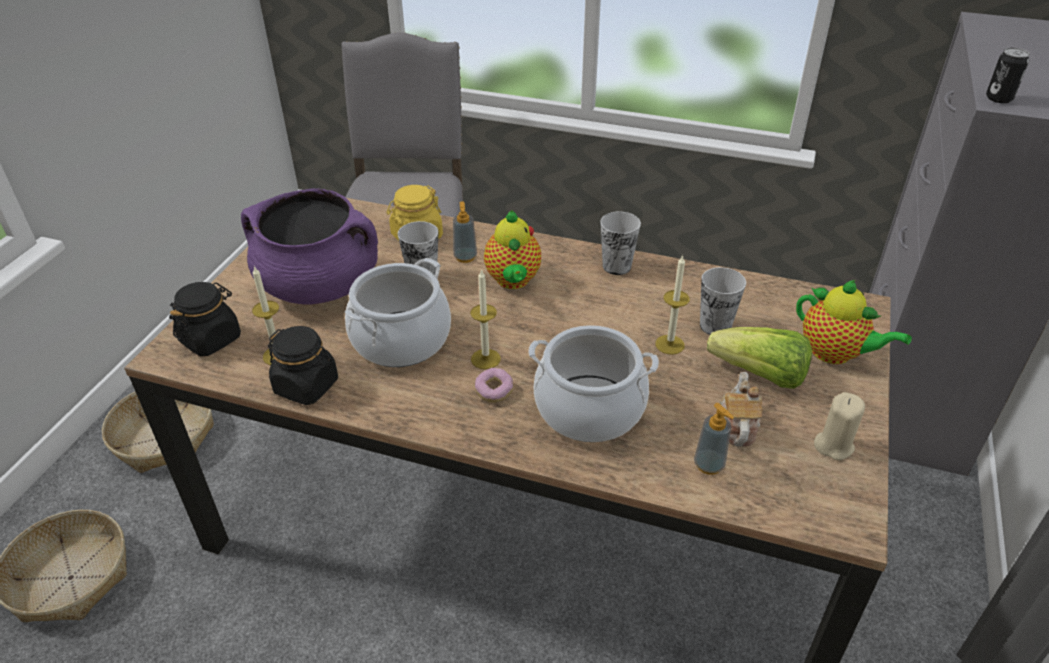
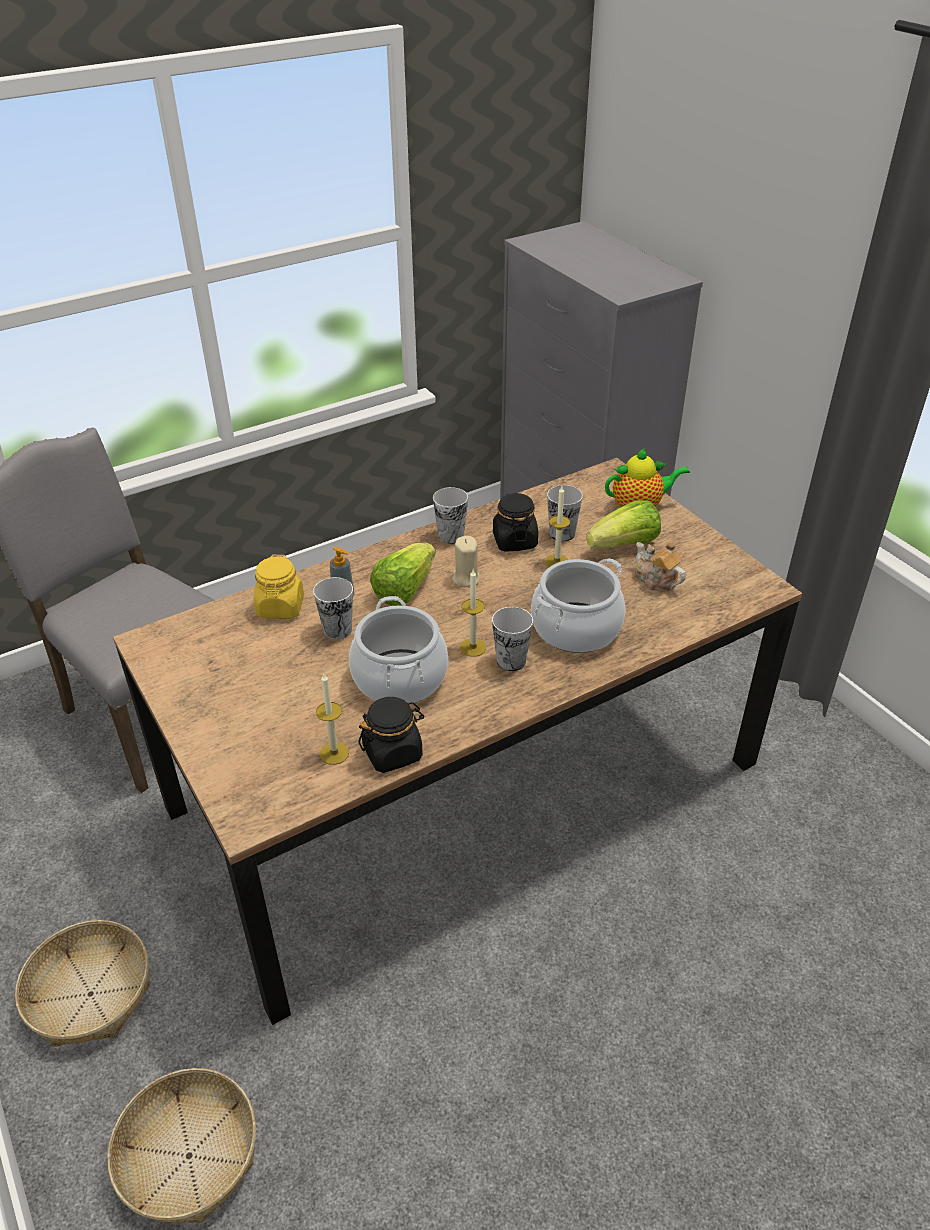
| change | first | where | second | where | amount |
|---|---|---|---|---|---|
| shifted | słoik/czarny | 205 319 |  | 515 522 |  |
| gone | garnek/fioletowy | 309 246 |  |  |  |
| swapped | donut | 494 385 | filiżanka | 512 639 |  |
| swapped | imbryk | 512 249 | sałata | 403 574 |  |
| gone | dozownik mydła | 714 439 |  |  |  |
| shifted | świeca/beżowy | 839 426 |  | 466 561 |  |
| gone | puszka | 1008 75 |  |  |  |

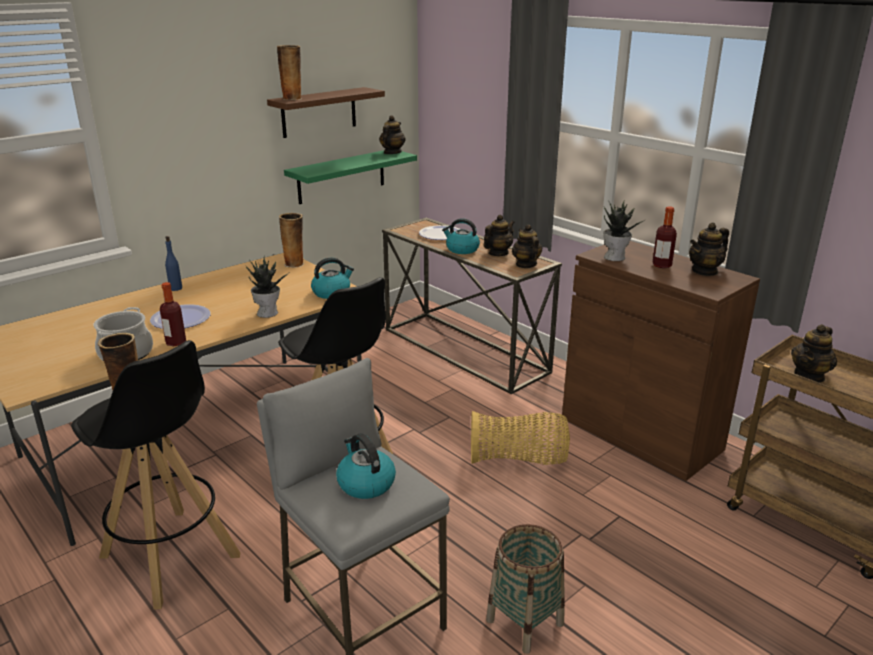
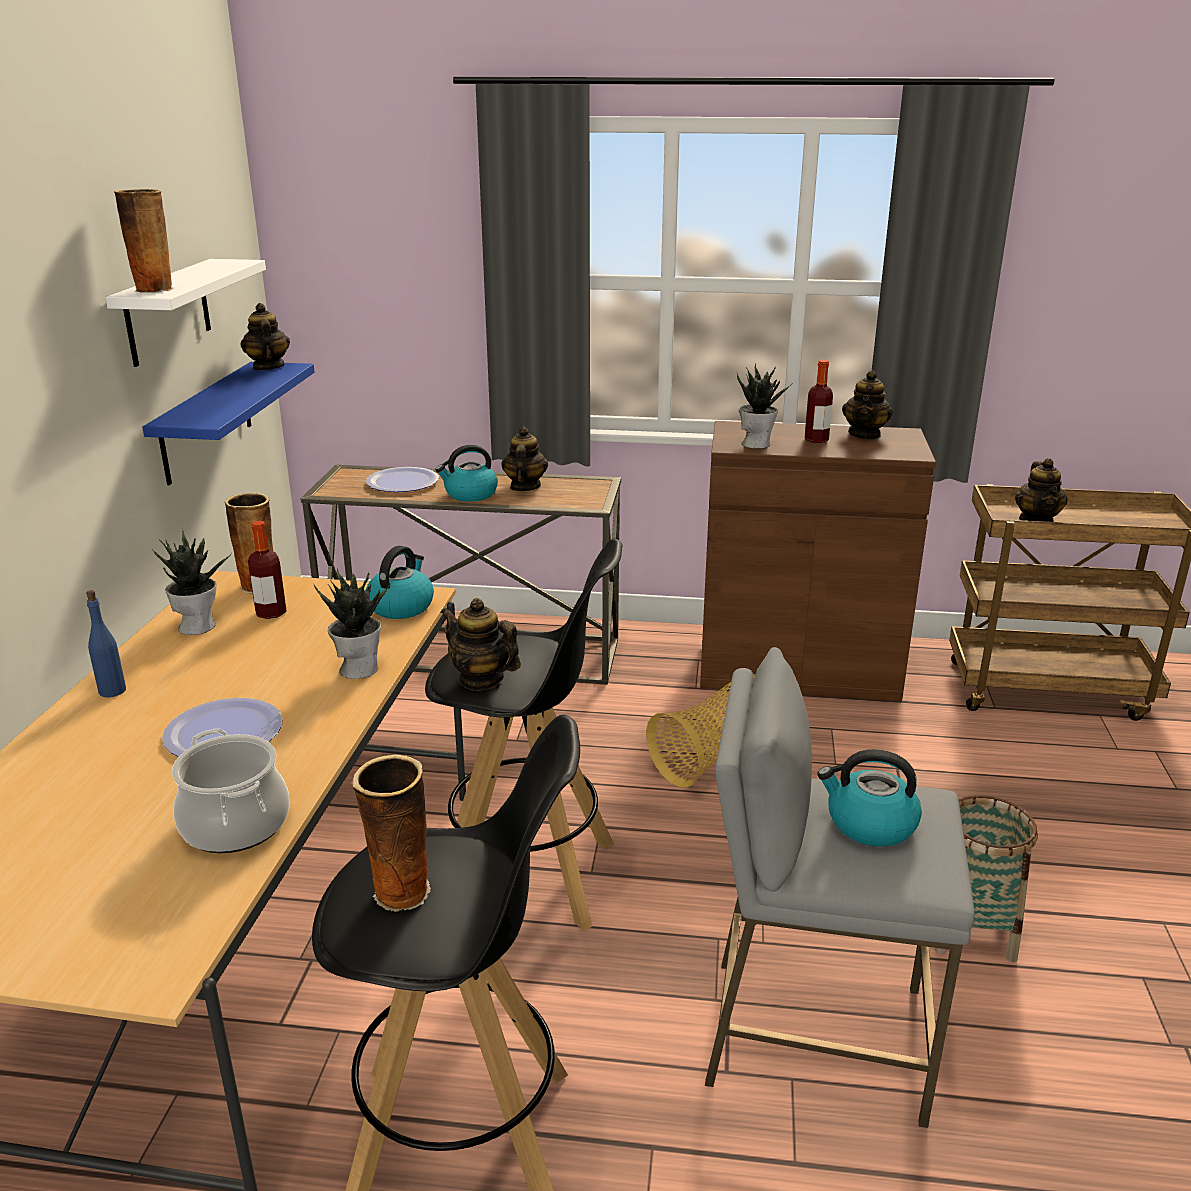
| change | first | where | second | where | amount |
|---|---|---|---|---|---|
| shifted | butelka | 173 314 |  | 267 570 |  |
| repainted | półka/brązowy | 326 112 | półka/biały | 185 313 |  |
| repainted | półka/zielony | 350 177 | półka/niebieski | 228 423 |  |
| shifted | imbryk | 527 246 |  | 480 644 |  |
| new |  |  | roślina doniczkowa | 192 583 |  |

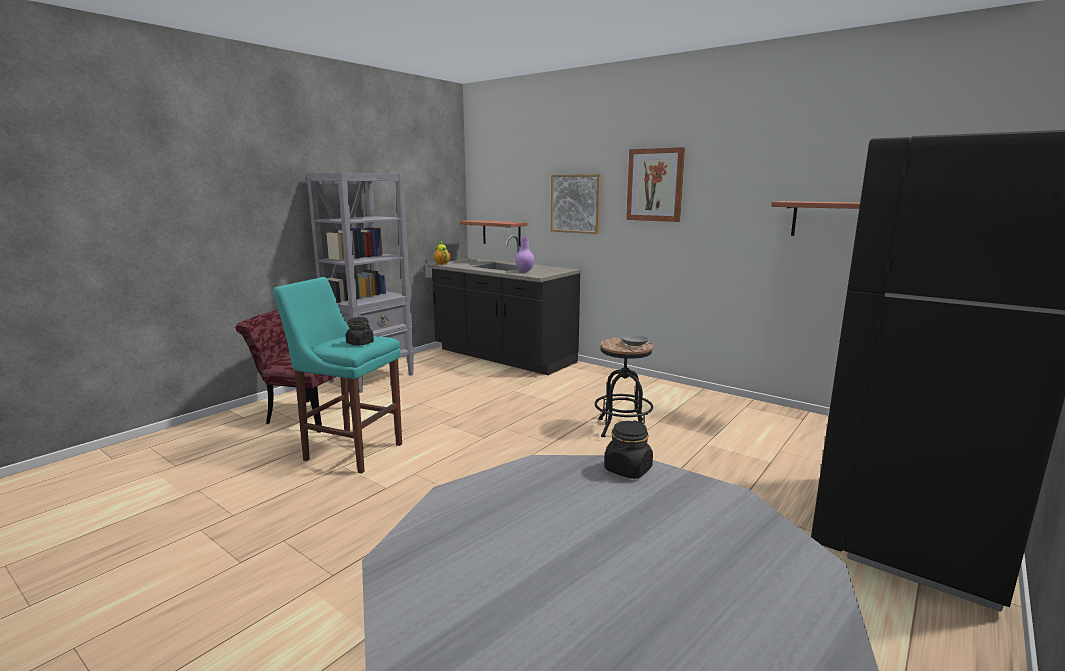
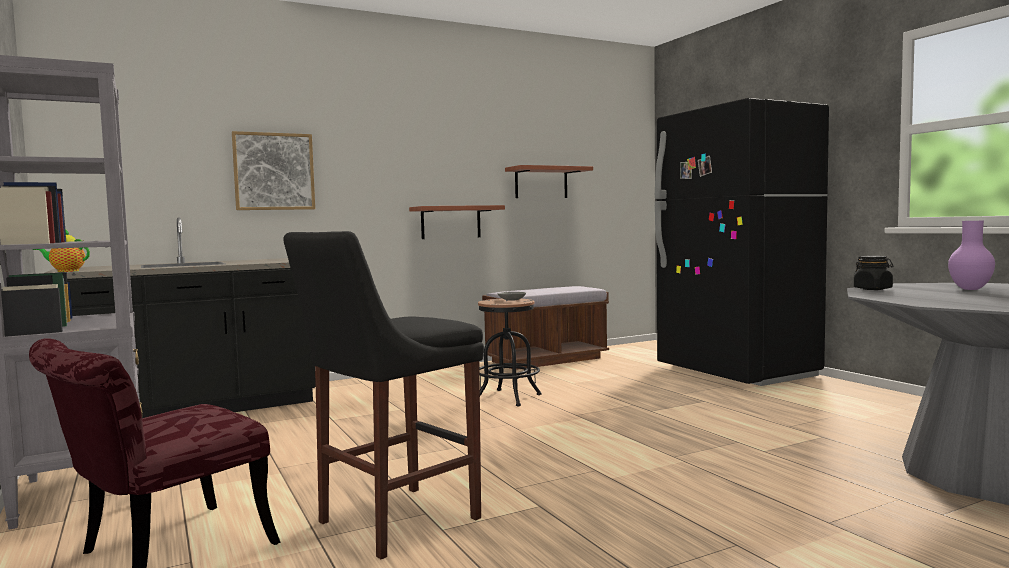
| change | first | where | second | where | amount |
|---|---|---|---|---|---|
| repainted | stołek/turkusowy | 337 375 | stołek/czarny | 383 395 |  |
| gone | słoik/czarny | 360 331 |  |  |  |
| shifted | półka | 494 233 |  | 457 222 |  |
| shifted | wazon/fioletowy | 524 254 |  | 971 255 |  |
| gone | obraz | 655 184 |  |  |  |
| new |  |  | ławka/brązowy | 545 328 |  |

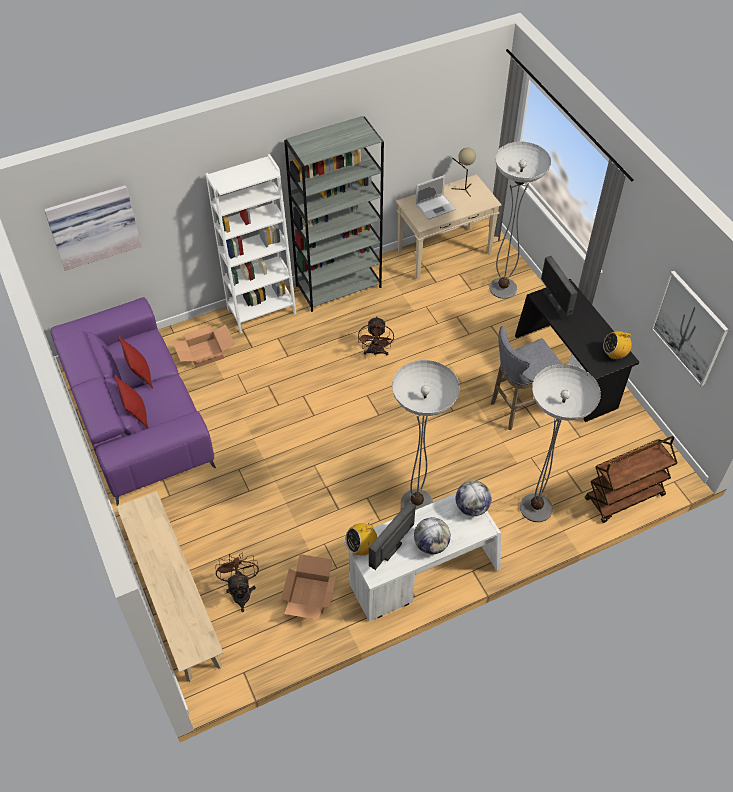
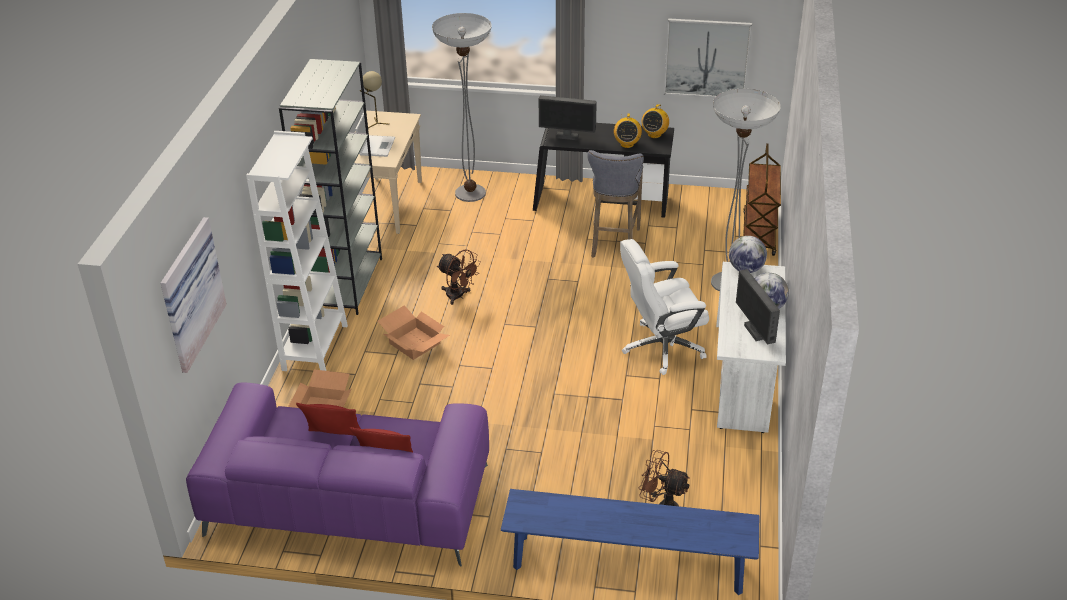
| change | first | where | second | where | amount |
|---|---|---|---|---|---|
| repainted | ławka/beżowy | 170 586 | ławka/niebieski | 630 542 |  |
| shifted | karton | 308 587 |  | 414 332 |  |
| shifted | radio | 361 538 |  | 628 131 |  |
| swapped | lampa stojąca | 426 435 | krzesło biurowe/biały | 664 307 |  |

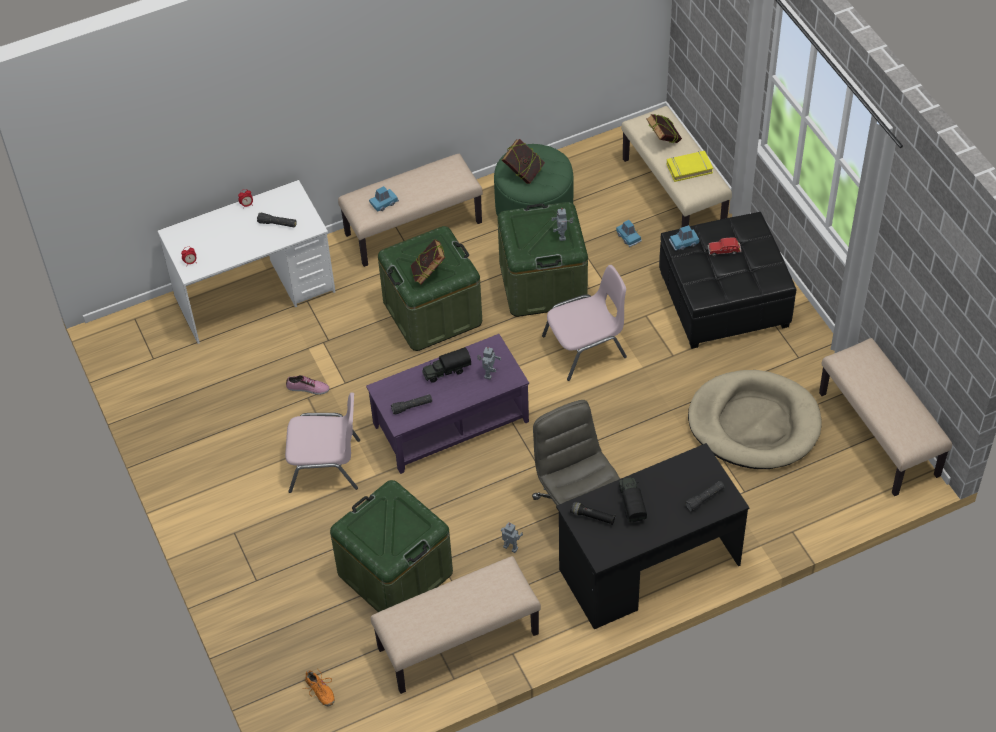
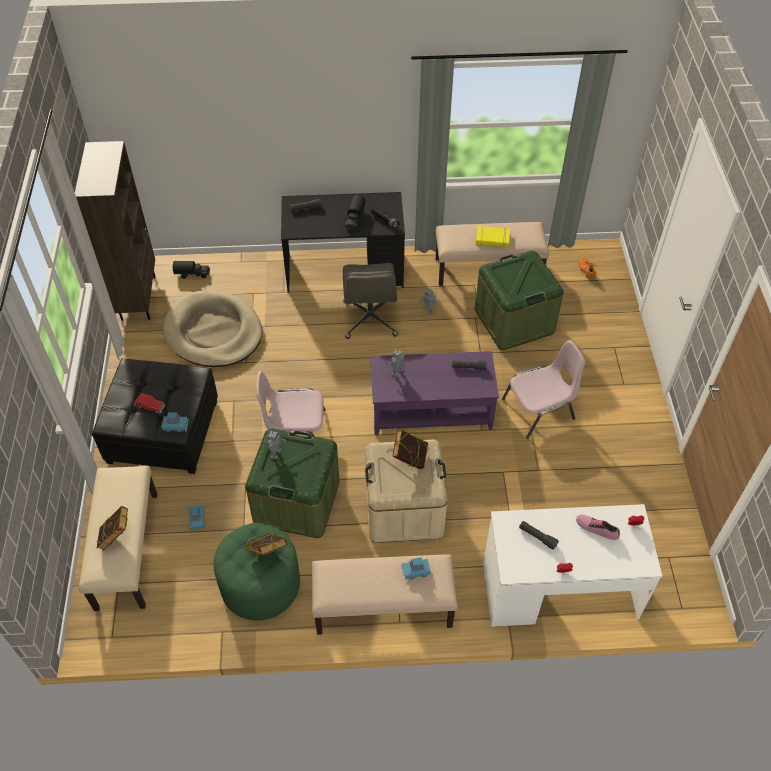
| change | first | where | second | where | amount |
|---|---|---|---|---|---|
| rotated | krzesło/różowy | 322 442 |  | 543 389 | 135 degrees clockwise |
| shifted | but | 307 385 |  | 598 527 |  |
| repainted | pojemnik do przechowywania/zielony | 430 288 | pojemnik do przechowywania/beżowy | 406 491 |  |
| shifted | ciężarówka zabawkowa | 446 365 |  | 191 270 |  |
| shifted | książka/żółty | 690 166 |  | 493 237 |  |
| swapped | ławka/beżowy | 885 417 | regał/brązowy | 115 231 |  |

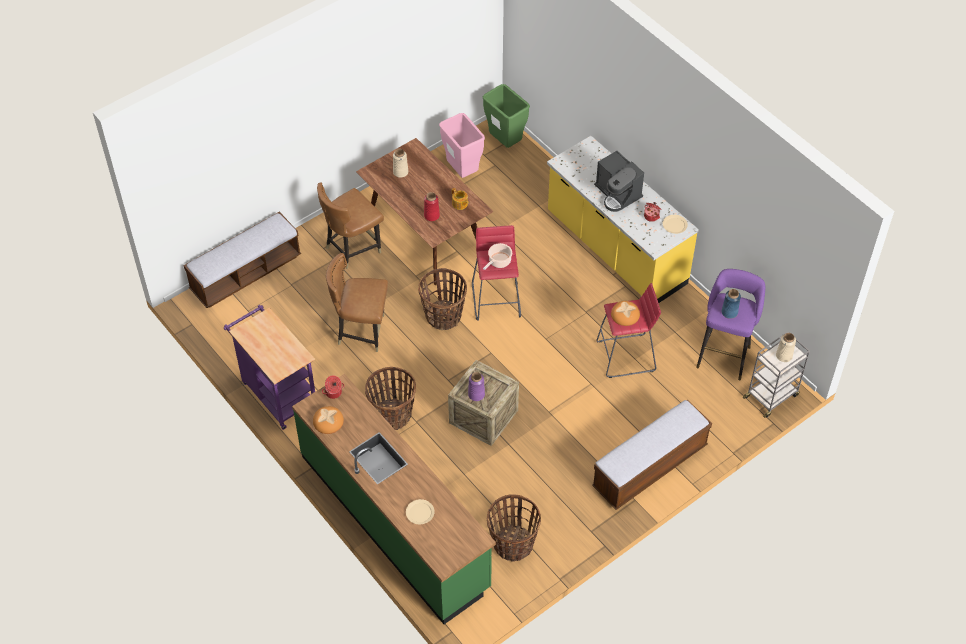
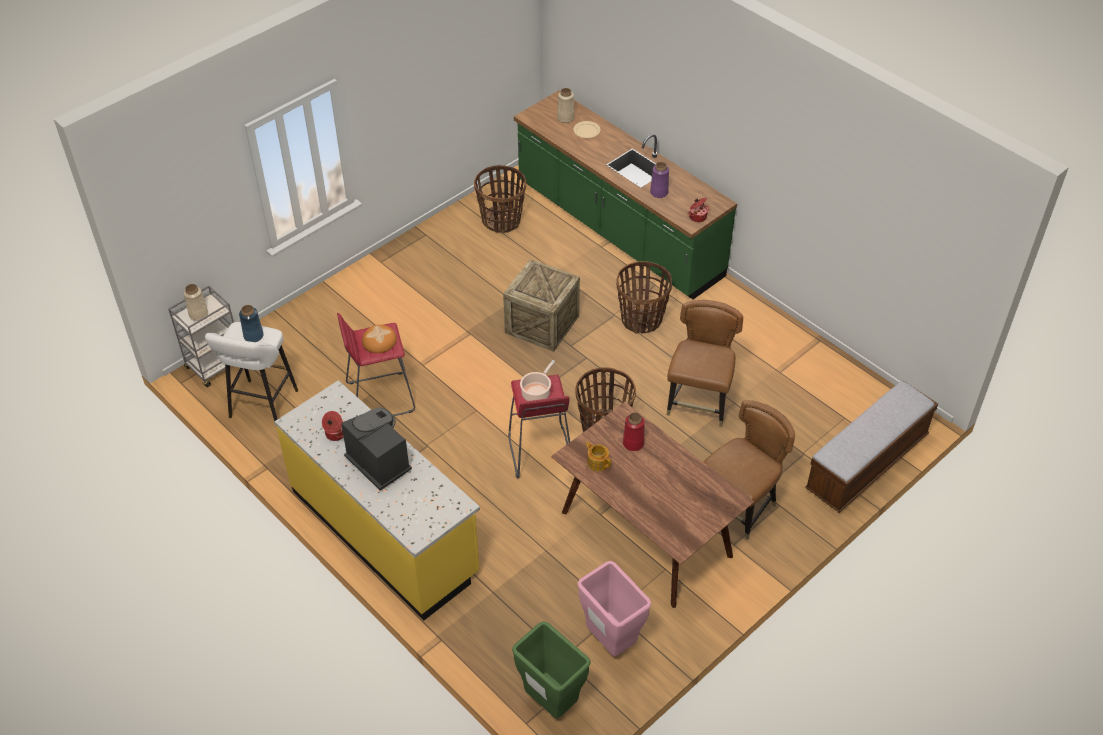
| change | first | where | second | where | amount |
|---|---|---|---|---|---|
| gone | wózek/fioletowy | 269 367 |  |  |  |
| gone | chleb | 328 420 |  |  |  |
| rotated | krzesło/brązowy | 357 302 |  | 704 363 | 75 degrees counterclockwise |
| shifted | wazon/beżowy | 400 163 |  | 565 105 |  |
| shifted | wazon/fioletowy | 476 386 |  | 659 180 |  |
| gone | ławka | 652 455 |  |  |  |
| gone | talerz/beżowy | 675 224 |  |  |  |
| repainted | stołek/fioletowy | 730 324 | stołek/biały | 251 372 |  |

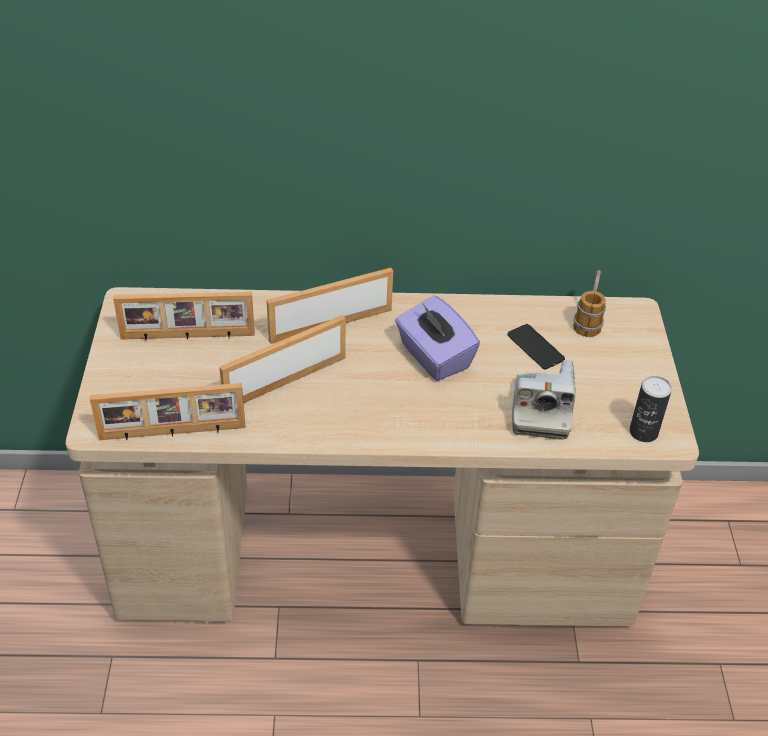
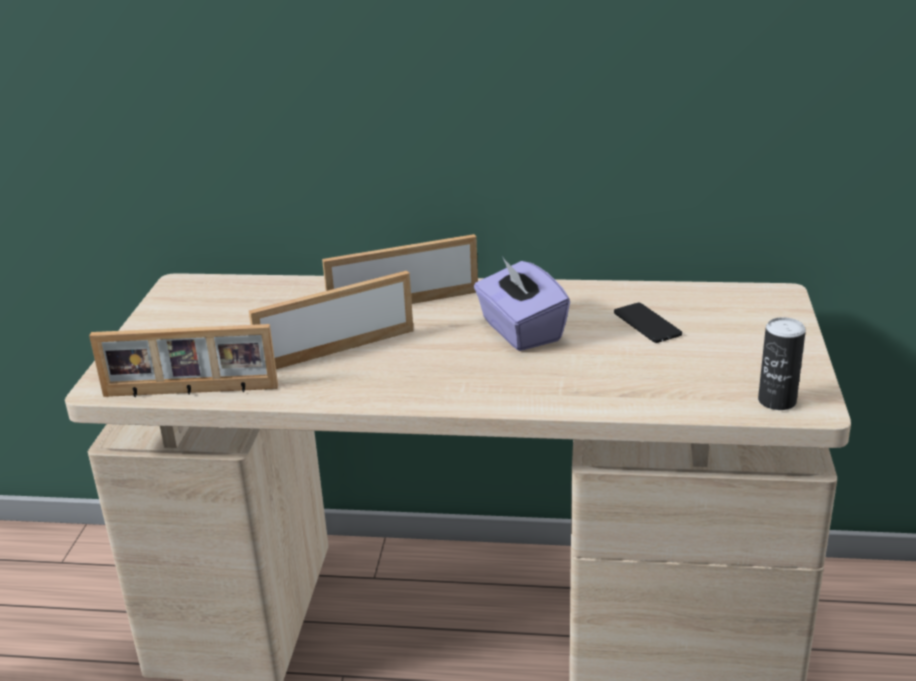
| change | first | where | second | where | amount |
|---|---|---|---|---|---|
| gone | ramka na zdjęcie | 184 316 |  |  |  |
| gone | aparat fotograficzny | 544 400 |  |  |  |
| gone | kubek | 589 303 |  |  |  |

